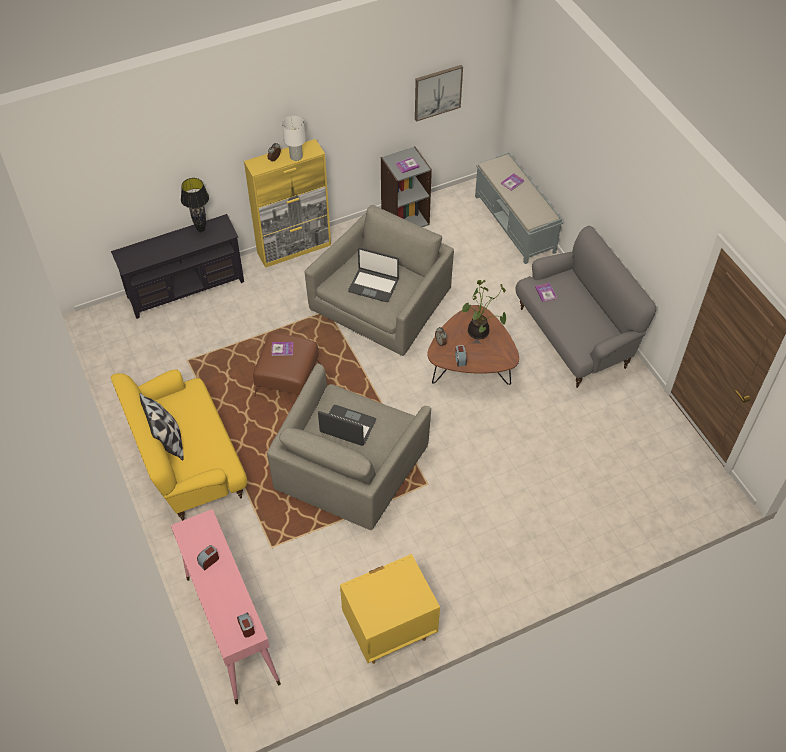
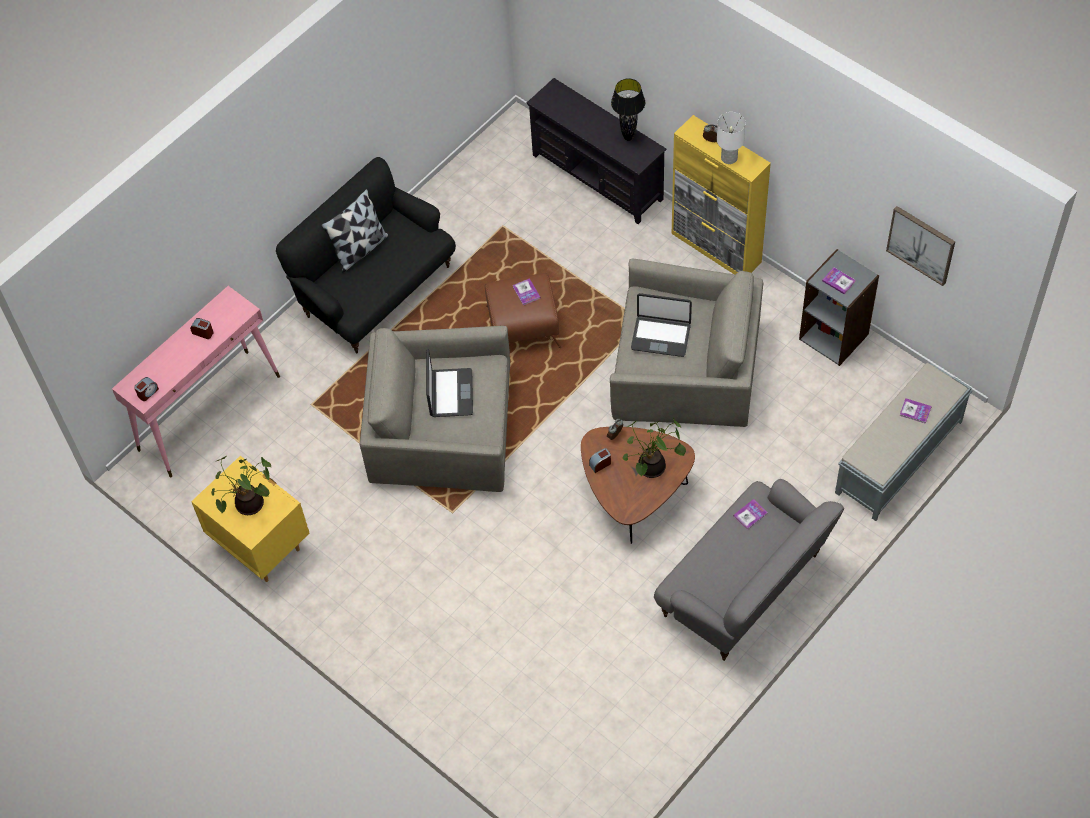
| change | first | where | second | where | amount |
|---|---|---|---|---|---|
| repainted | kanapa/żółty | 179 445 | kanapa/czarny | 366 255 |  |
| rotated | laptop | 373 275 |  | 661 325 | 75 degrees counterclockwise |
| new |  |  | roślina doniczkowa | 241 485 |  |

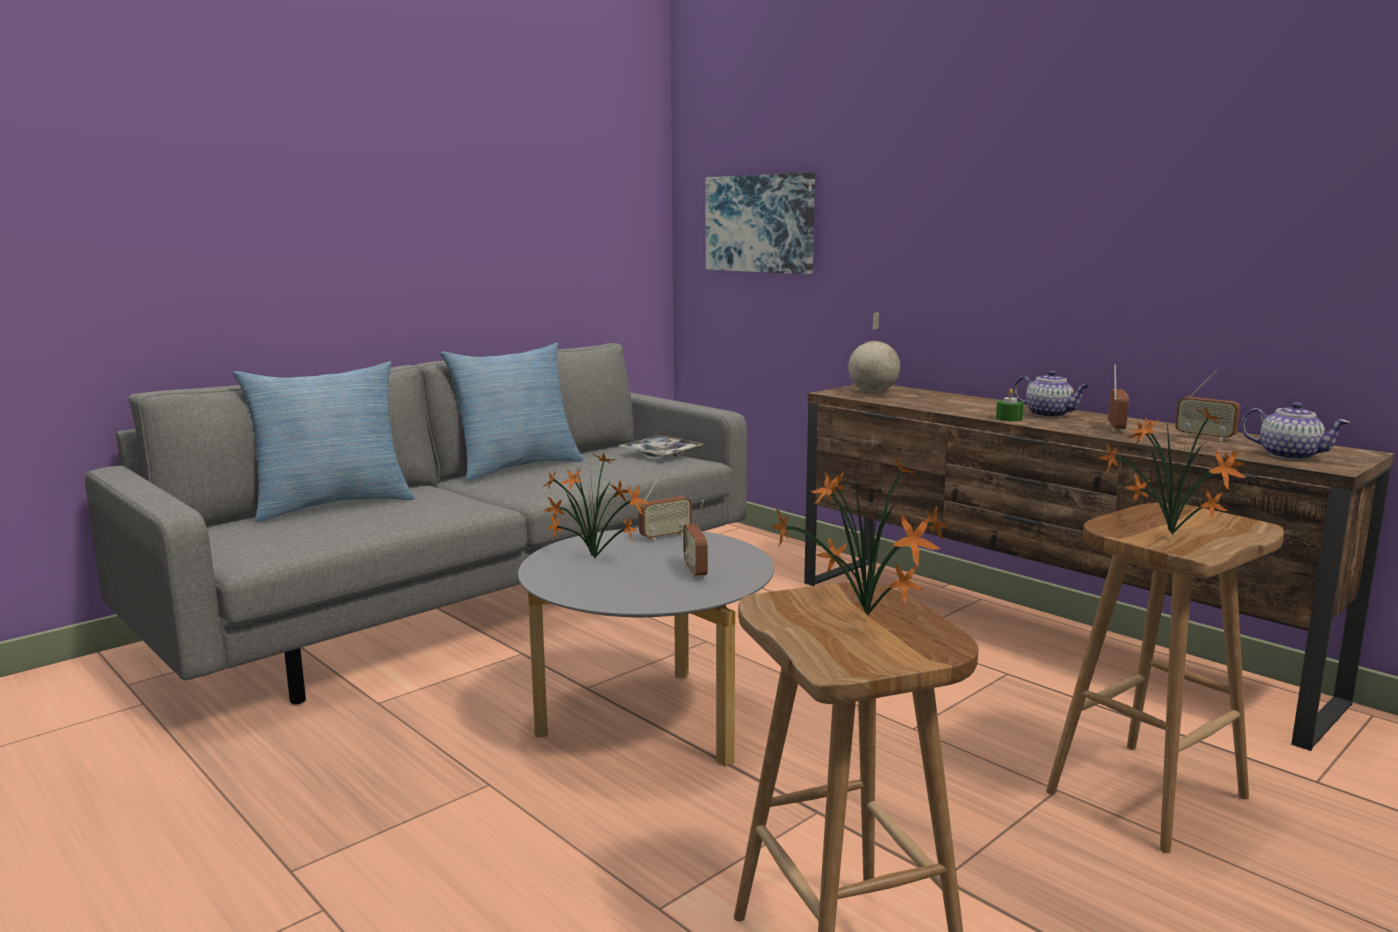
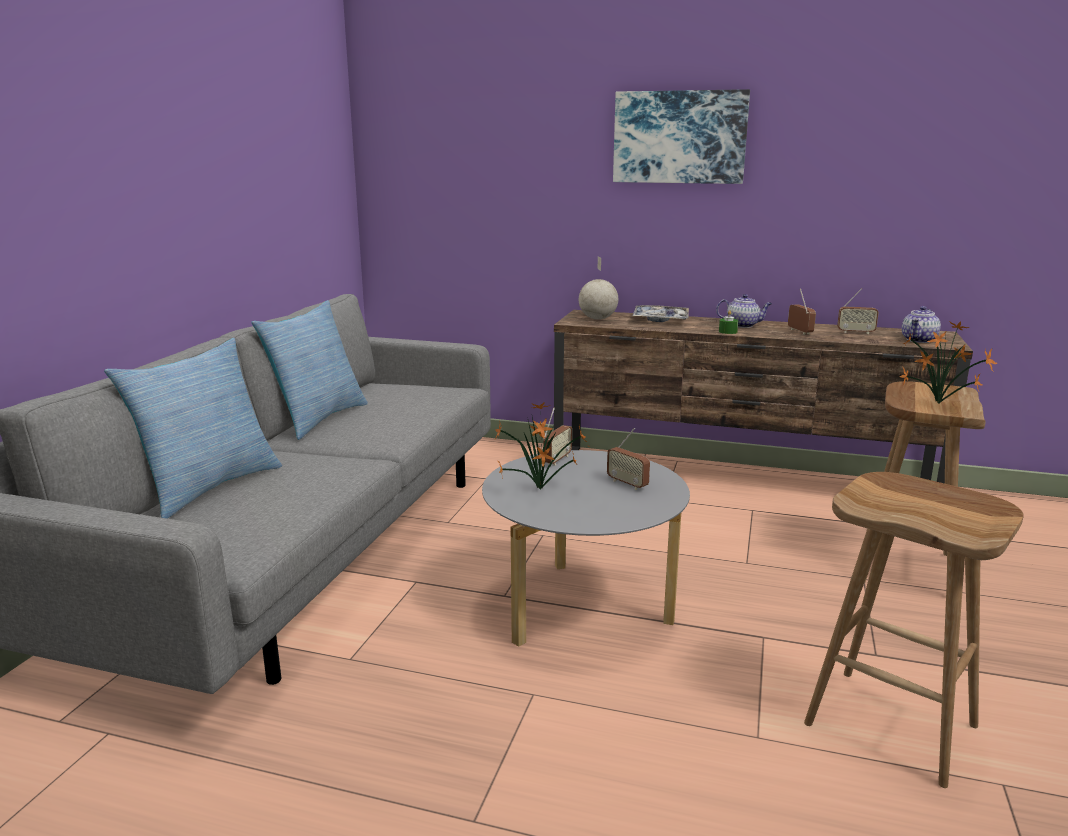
| change | first | where | second | where | amount |
|---|---|---|---|---|---|
| shifted | taca | 661 446 |  | 661 313 |  |
| shifted | obraz | 760 223 |  | 681 136 |  |
| gone | roślina doniczkowa | 860 537 |  |  |  |
| rotated | imbryk | 1295 431 |  | 921 324 | 120 degrees clockwise |

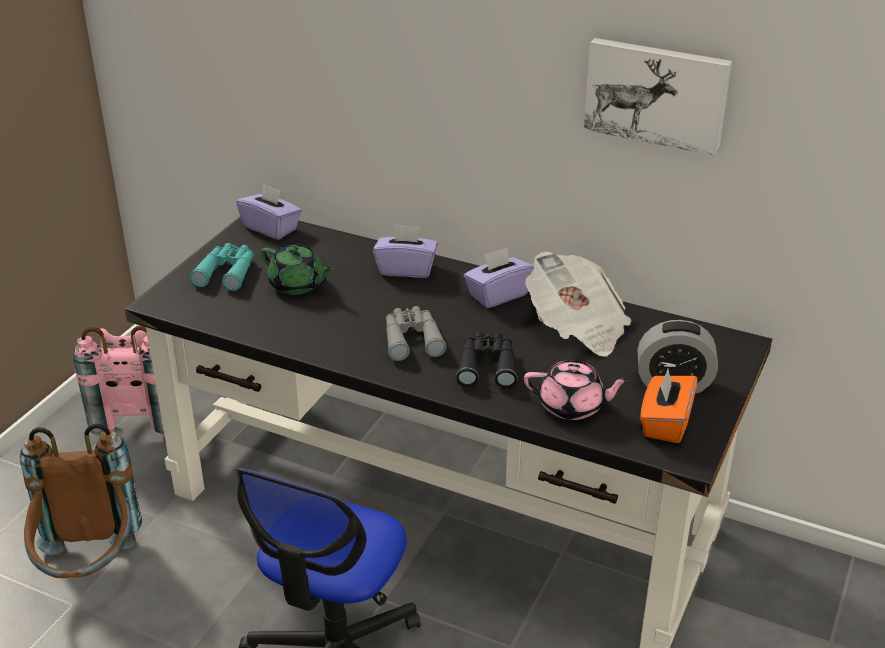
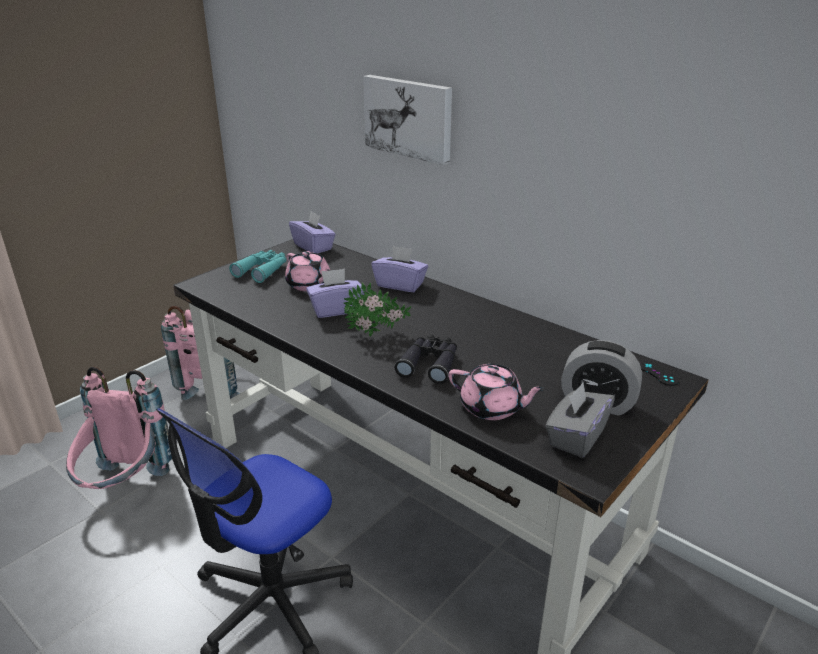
| change | first | where | second | where | amount |
|---|---|---|---|---|---|
| repainted | plecak/brązowy | 81 500 | plecak/różowy | 119 427 |  |
| repainted | imbryk/zielony | 297 269 | imbryk/różowy | 307 271 |  |
| swapped | lornetka/szary | 416 333 | roślina doniczkowa | 377 309 |  |
| shifted | pudełko chusteczek/fioletowy | 499 277 |  | 335 293 |  |
| gone | gazeta | 578 303 |  |  |  |
| shifted | obraz | 658 97 |  | 407 120 |  |
| repainted | pudełko chusteczek/pomarańczowy | 668 406 | pudełko chusteczek/szary | 580 420 |  |
| new |  |  | pad do gier/czarny | 659 373 |  |

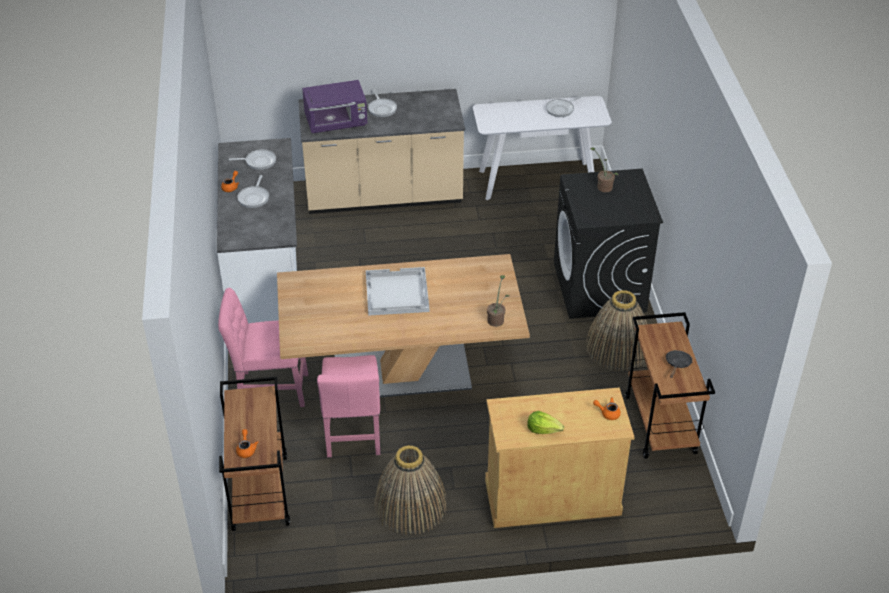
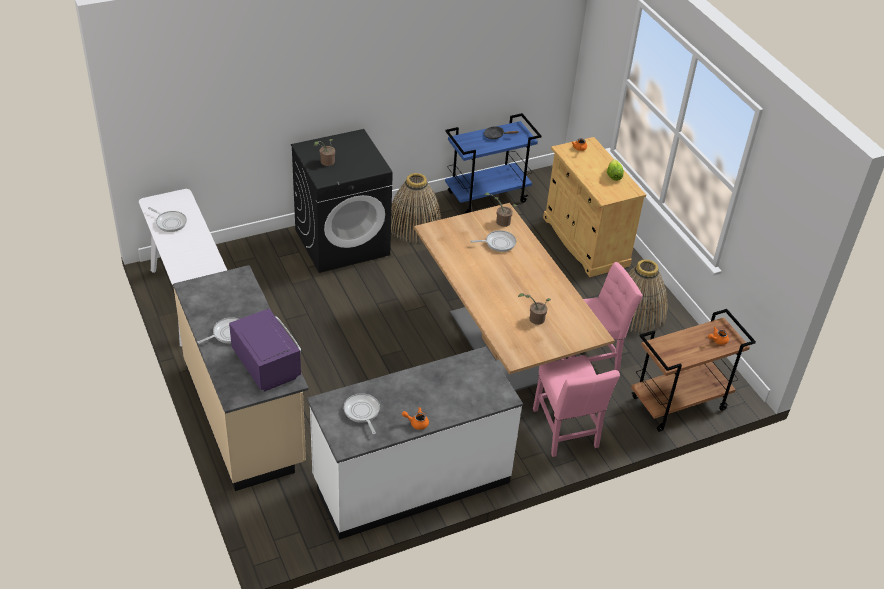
| change | first | where | second | where | amount |
|---|---|---|---|---|---|
| shifted | patelnia | 253 191 |  | 493 241 |  |
| gone | taca/biały | 397 291 |  |  |  |
| repainted | wózek/brązowy | 670 385 | wózek/niebieski | 493 163 |  |
| new |  |  | roślina doniczkowa | 534 309 |  |

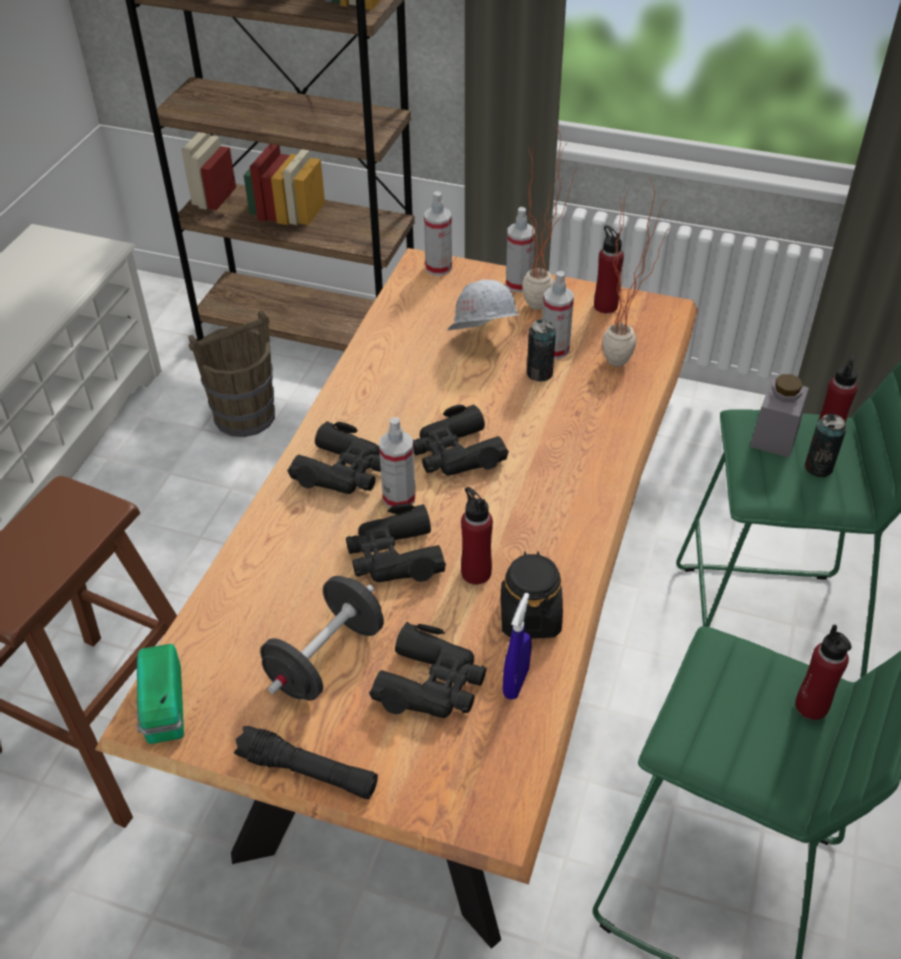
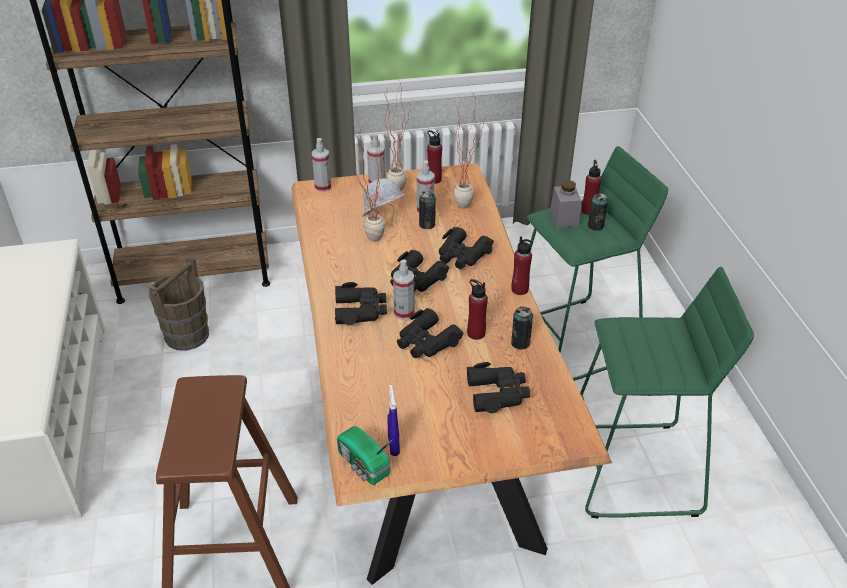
| change | first | where | second | where | amount |
|---|---|---|---|---|---|
| gone | latarka/czarny | 306 762 |  |  |  |
| gone | hantel/czarny | 322 638 |  |  |  |
| swapped | słoik/czarny | 532 594 | puszka | 522 328 |  |
| shifted | spryskiwacz/niebieski | 517 646 |  | 393 420 |  |
| shifted | butelka/czerwony | 823 672 |  | 522 265 |  |
| new |  |  | roślina doniczkowa | 366 185 |  |
| new |  |  | lornetka/czarny | 466 248 |  |

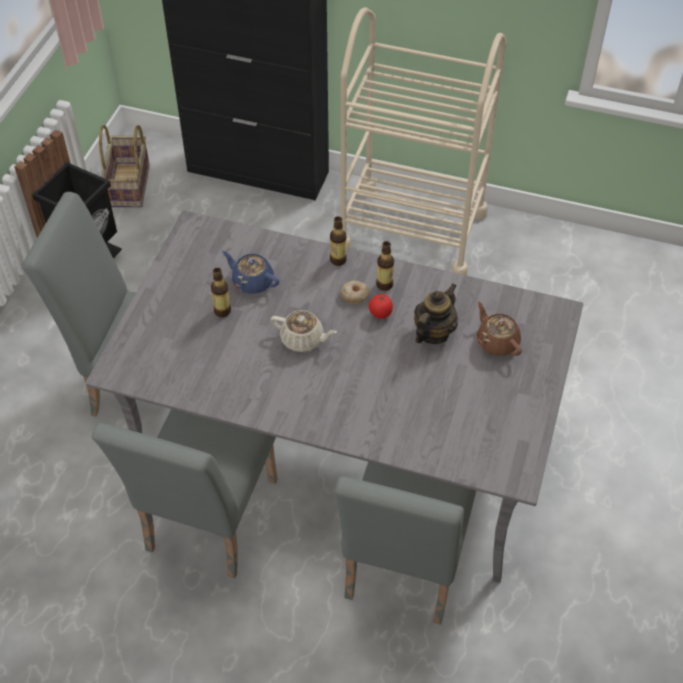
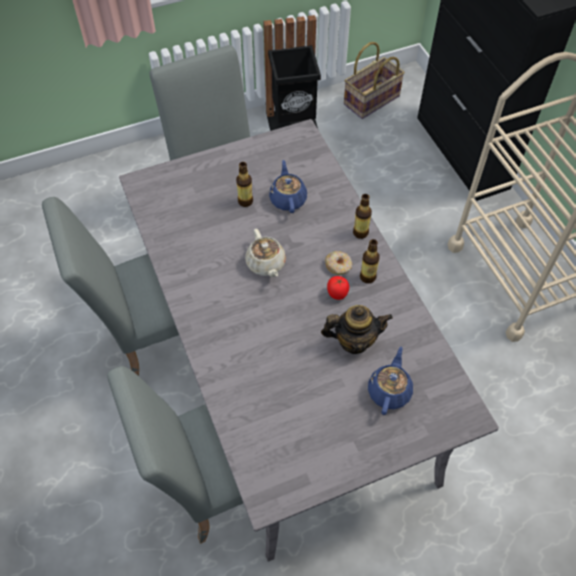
| change | first | where | second | where | amount |
|---|---|---|---|---|---|
| repainted | imbryk/brązowy | 499 328 | imbryk/niebieski | 390 380 |  |

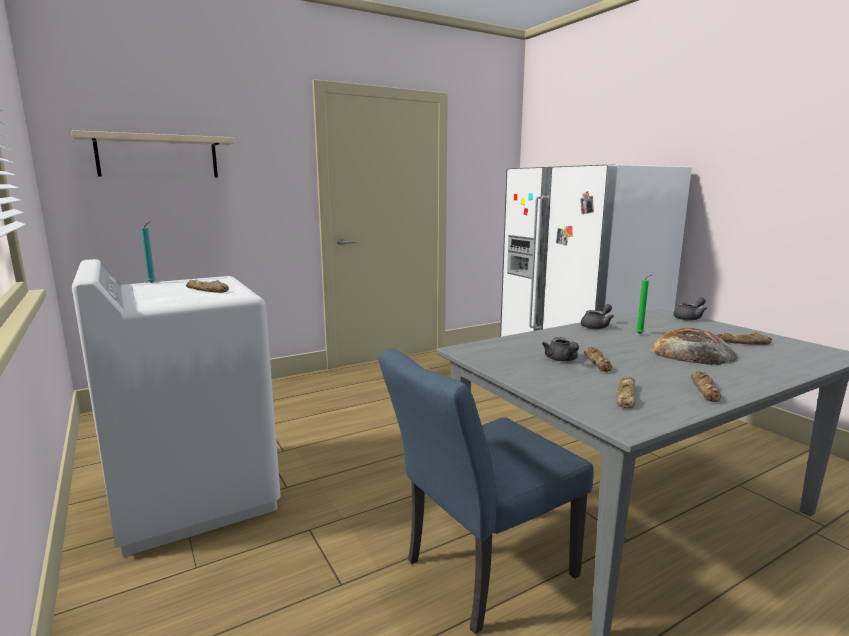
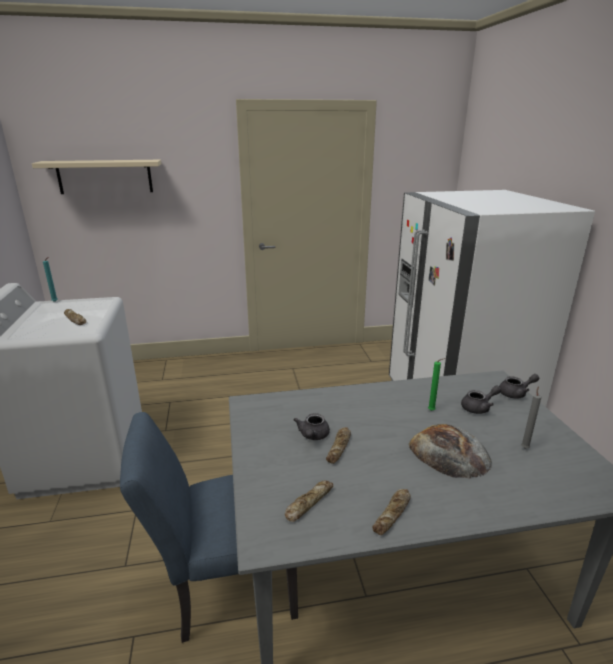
| change | first | where | second | where | amount |
|---|---|---|---|---|---|
| shifted | imbryk/szary | 597 316 |  | 481 400 |  |
| swapped | chleb | 744 338 | świeca/szary | 531 417 |  |

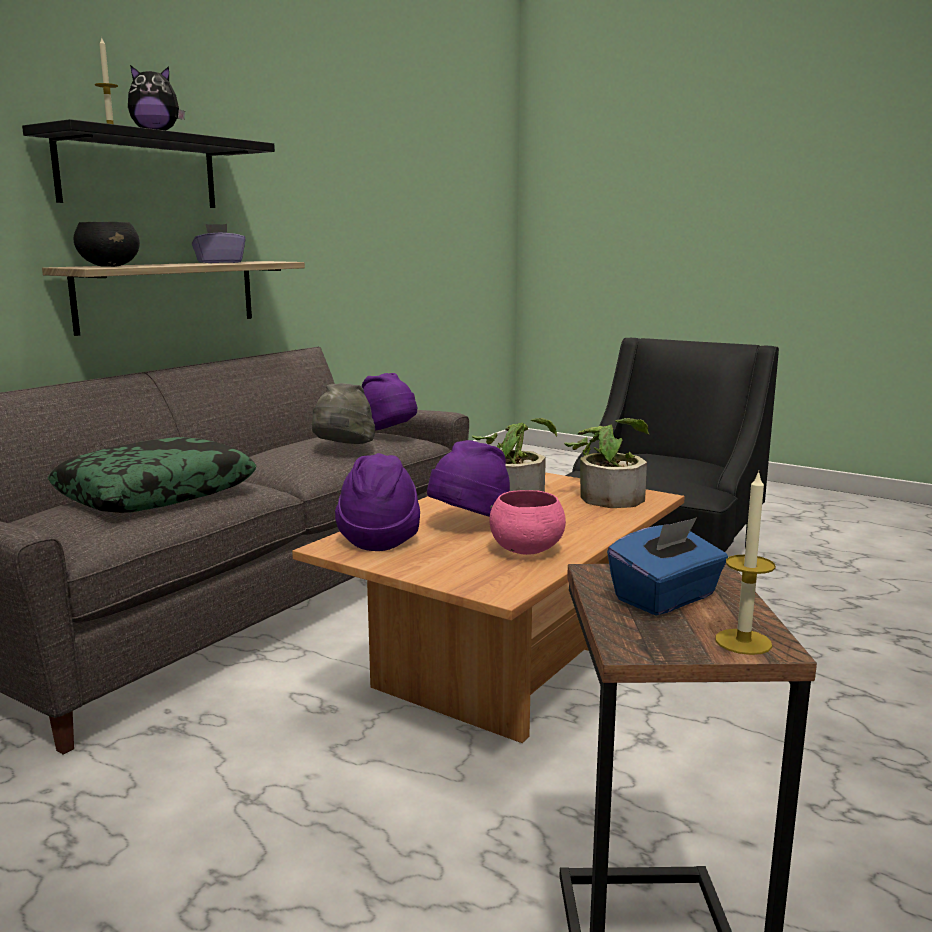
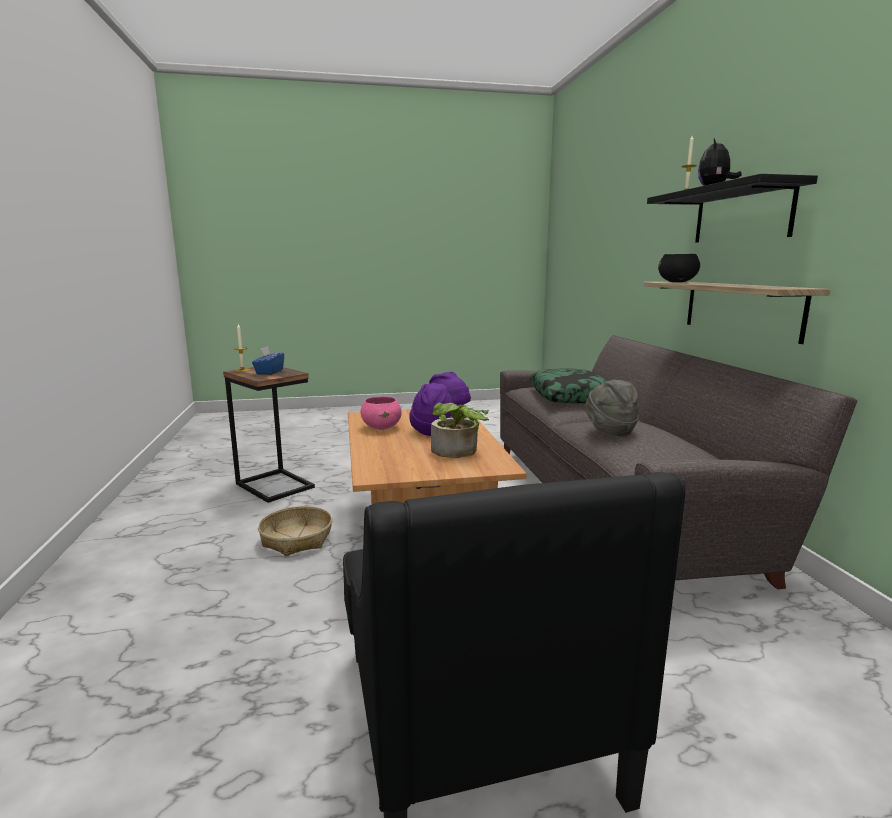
| change | first | where | second | where | amount |
|---|---|---|---|---|---|
| gone | pudełko chusteczek/fioletowy | 219 243 |  |  |  |
| gone | kapelusz/fioletowy | 390 402 |  |  |  |
| gone | roślina doniczkowa | 606 463 |  |  |  |
| new |  |  | koszyk | 295 531 |  |

